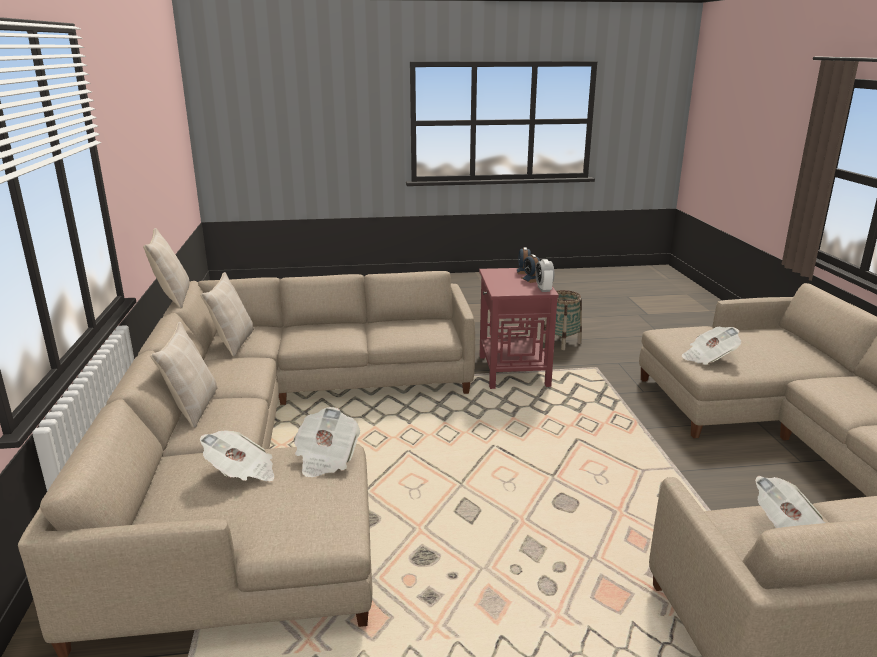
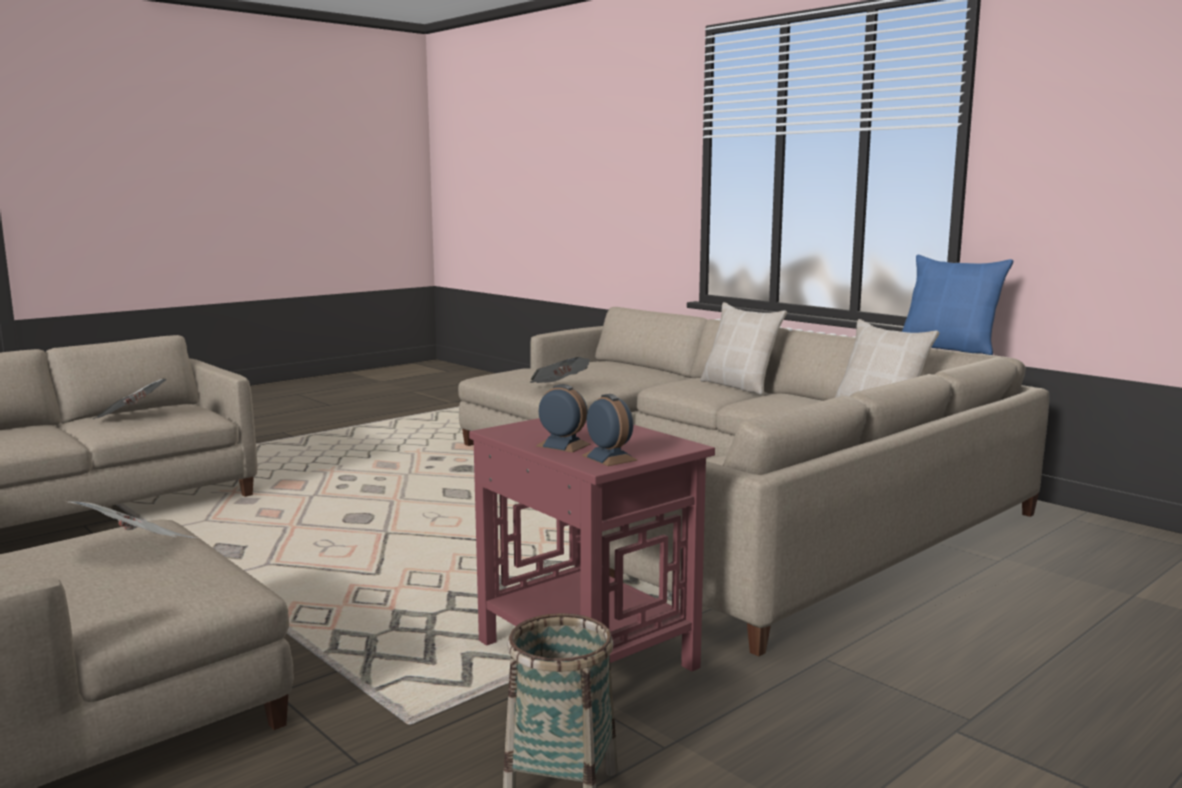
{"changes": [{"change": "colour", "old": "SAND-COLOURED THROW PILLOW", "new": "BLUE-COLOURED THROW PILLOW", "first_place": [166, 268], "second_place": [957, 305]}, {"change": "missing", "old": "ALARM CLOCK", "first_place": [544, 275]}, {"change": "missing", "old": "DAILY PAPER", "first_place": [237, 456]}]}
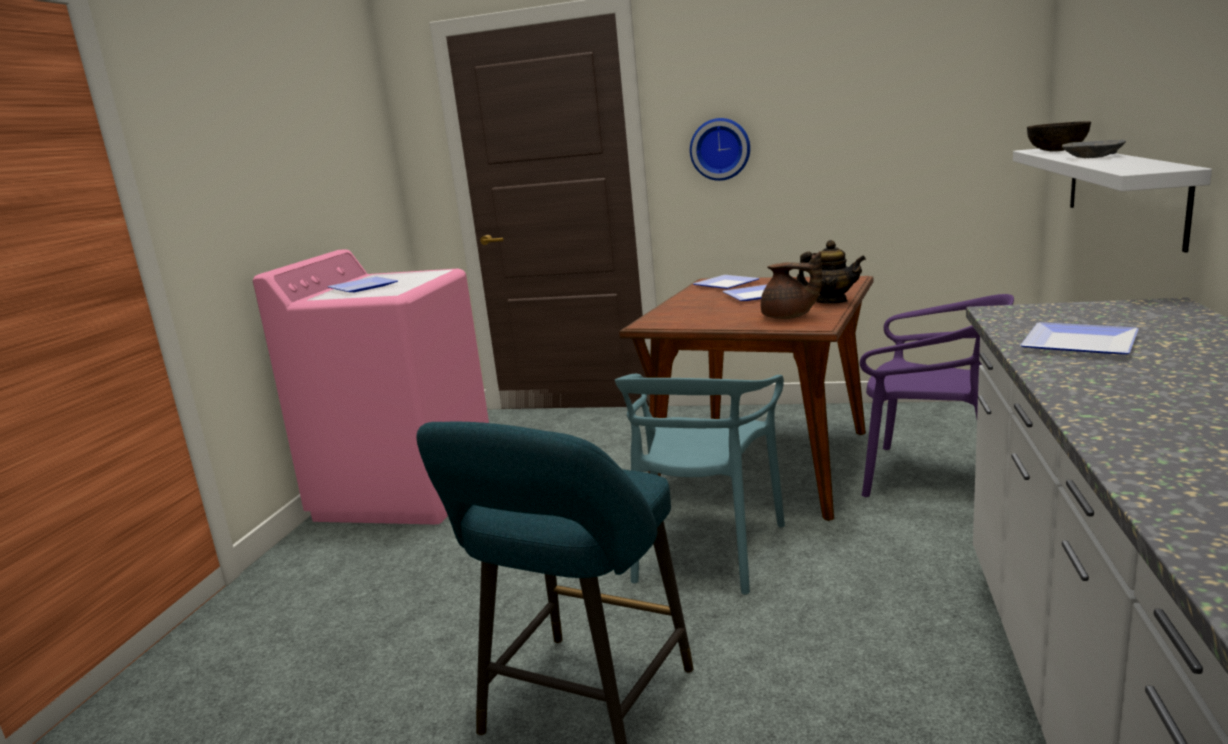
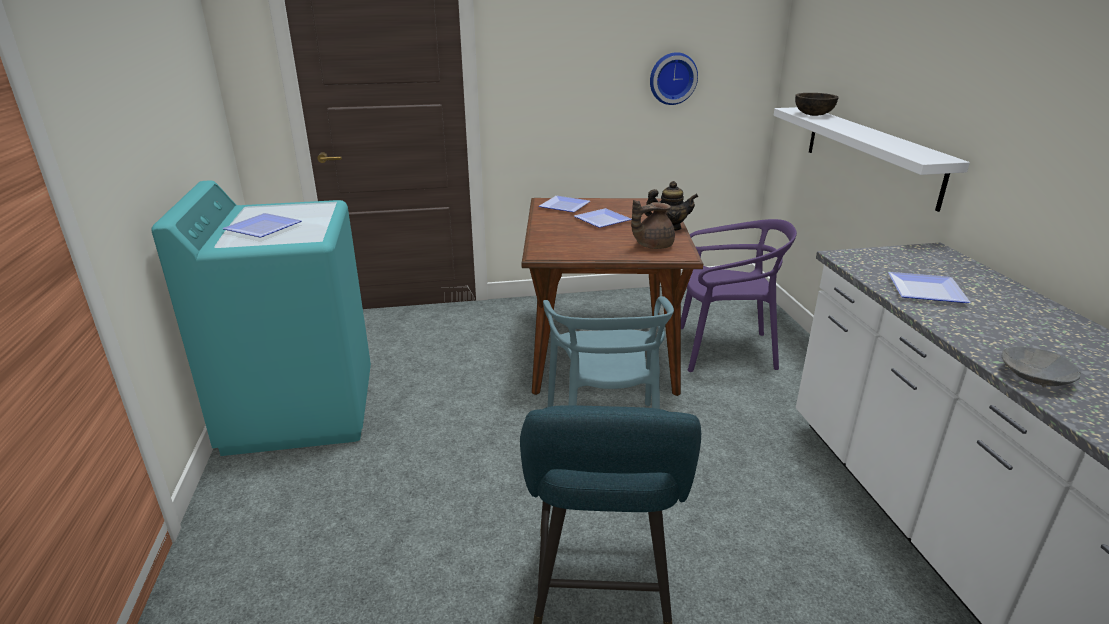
{"changes": [{"change": "relocated", "old": "HANGING CLOCK", "first_place": [720, 149], "second_place": [674, 78]}, {"change": "relocated", "old": "GREY BOWL", "first_place": [1094, 149], "second_place": [1041, 366]}, {"change": "colour", "old": "PINK LAUNDRY MACHINE", "new": "TURQUOISE-COLOURED LAUNDRY MACHINE", "first_place": [371, 386], "second_place": [261, 318]}, {"change": "spun", "old": "BROWNISH TEA POT", "first_place": [791, 285], "second_place": [653, 224], "degrees": 150}]}
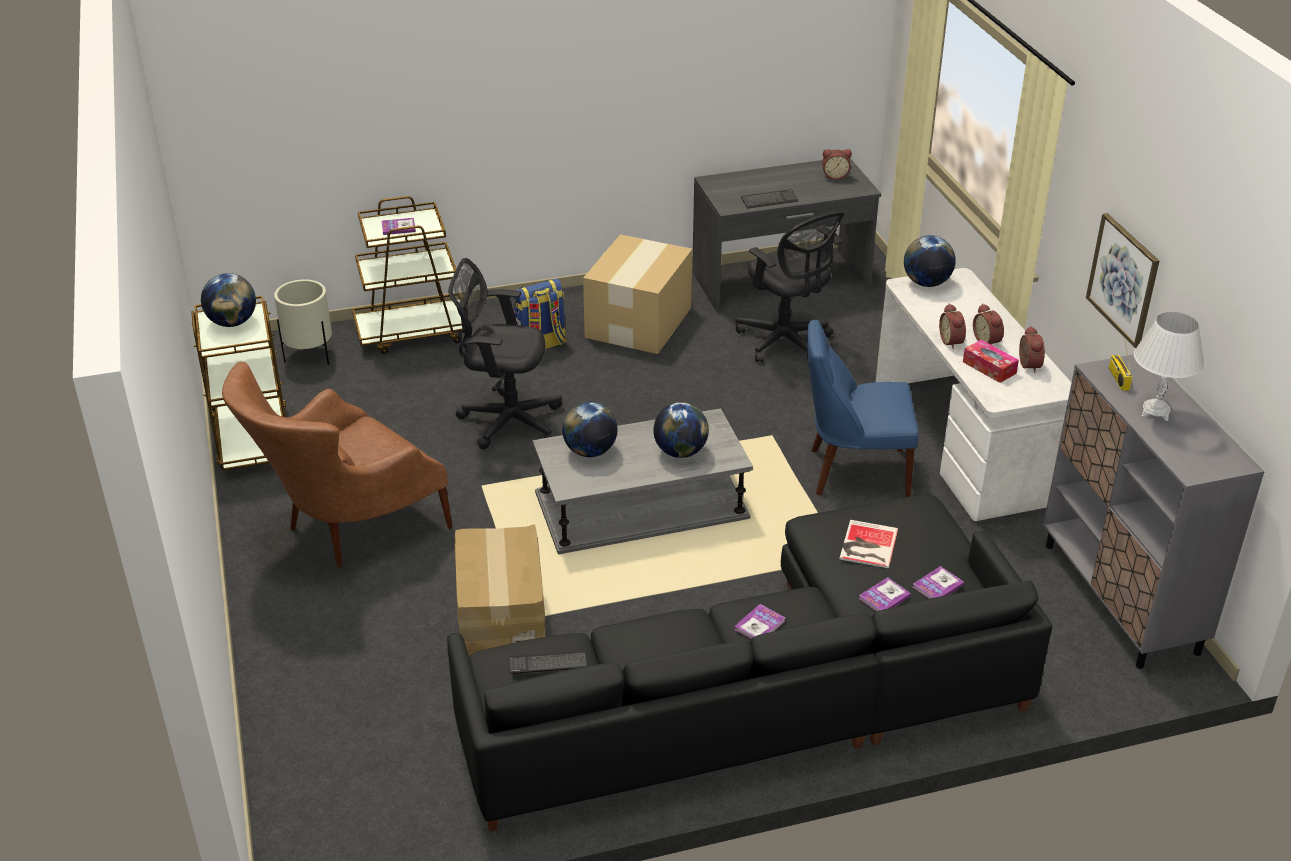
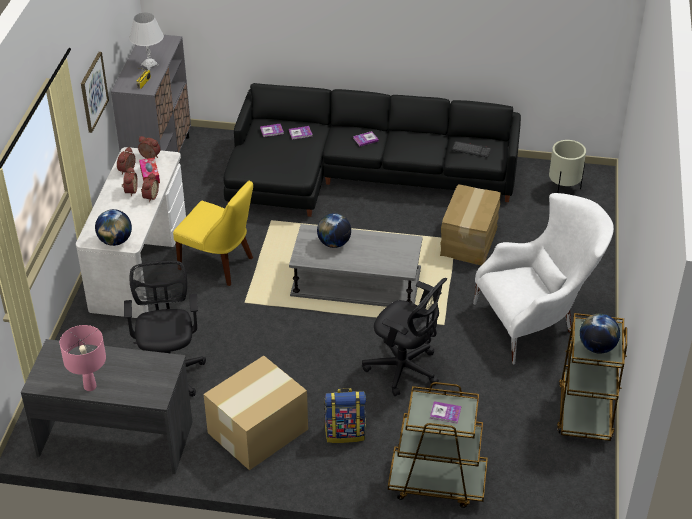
{"changes": [{"change": "relocated", "old": "ALARM CLOCK", "first_place": [837, 164], "second_place": [149, 147]}, {"change": "missing", "old": "KEYBOARD", "first_place": [769, 199]}, {"change": "relocated", "old": "SAND-COLOURED FLOWER POT", "first_place": [303, 322], "second_place": [567, 166]}, {"change": "colour", "old": "BLUE-COLOURED UPRIGHT CHAIR", "new": "YELLOW-COLOURED UPRIGHT CHAIR", "first_place": [863, 408], "second_place": [213, 233]}, {"change": "colour", "old": "BROWNISH EASY CHAIR", "new": "WHITISH EASY CHAIR", "first_place": [337, 464], "second_place": [543, 279]}, {"change": "missing", "old": "GLOBE", "first_place": [589, 429]}, {"change": "missing", "old": "VOLUME", "first_place": [869, 544]}, {"change": "appeared", "new": "PINK TABLETOP LAMP", "second_place": [83, 358]}]}
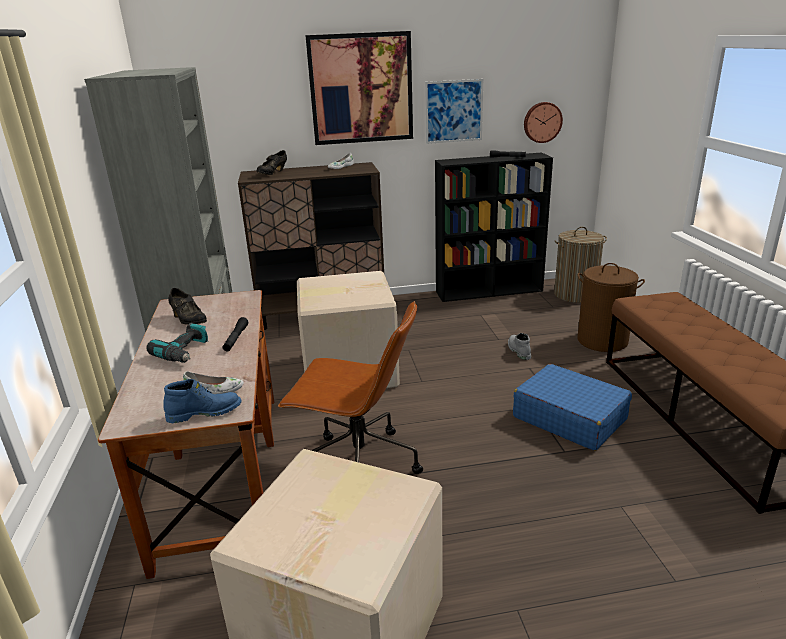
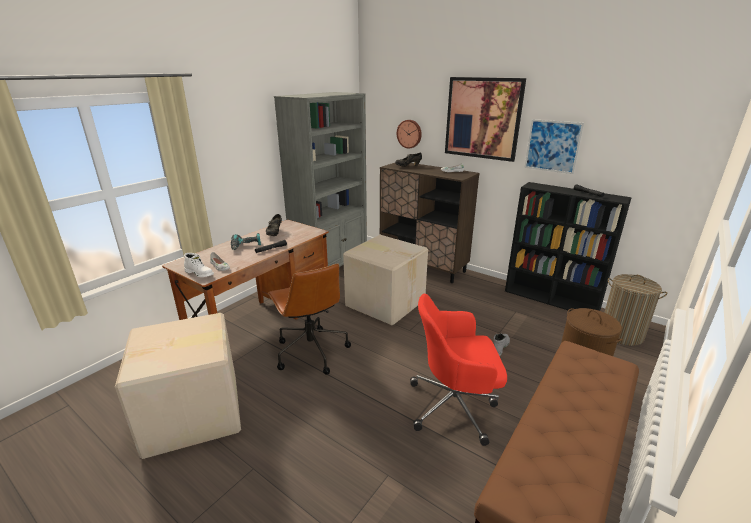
{"changes": [{"change": "relocated", "old": "HANGING CLOCK", "first_place": [543, 122], "second_place": [409, 134]}, {"change": "exchanged", "old": "BLUE-COLOURED TRAVEL CASE", "new": "RED COMPUTER CHAIR", "first_place": [572, 407], "second_place": [458, 370]}, {"change": "colour", "old": "BLUE-COLOURED BOOT", "new": "WHITISH BOOT", "first_place": [202, 401], "second_place": [199, 265]}]}
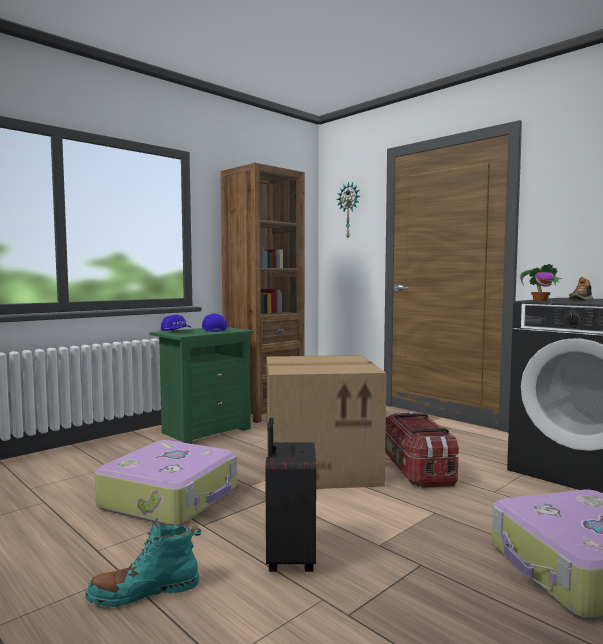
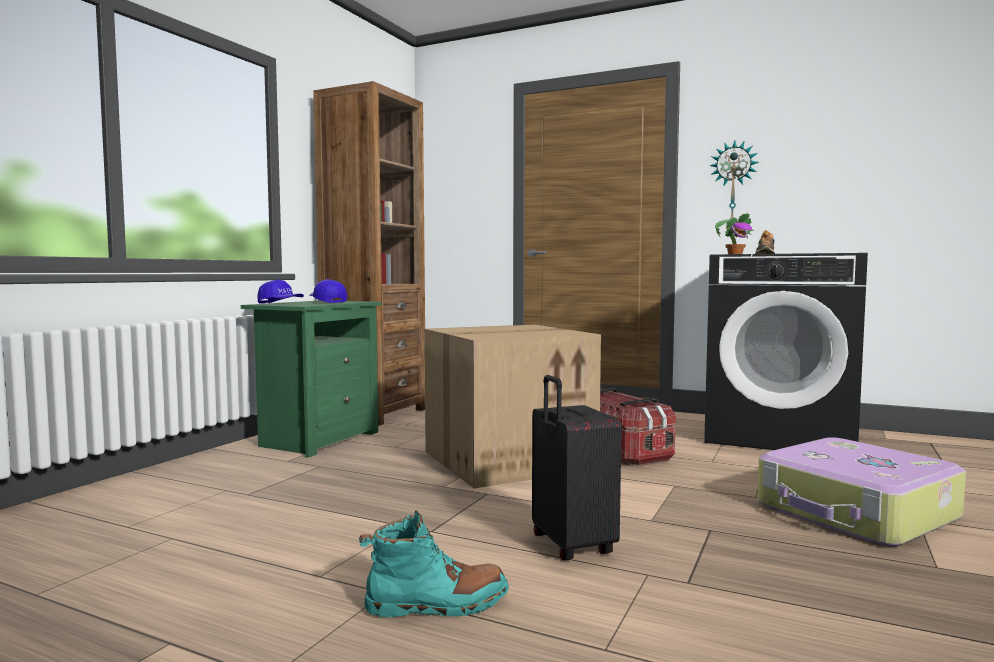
{"changes": [{"change": "relocated", "old": "HANGING CLOCK", "first_place": [348, 210], "second_place": [734, 179]}, {"change": "missing", "old": "TRAVEL CASE", "first_place": [166, 482]}, {"change": "spun", "old": "TURQUOISE-COLOURED BOOT", "first_place": [143, 562], "second_place": [434, 564], "degrees": -150}]}
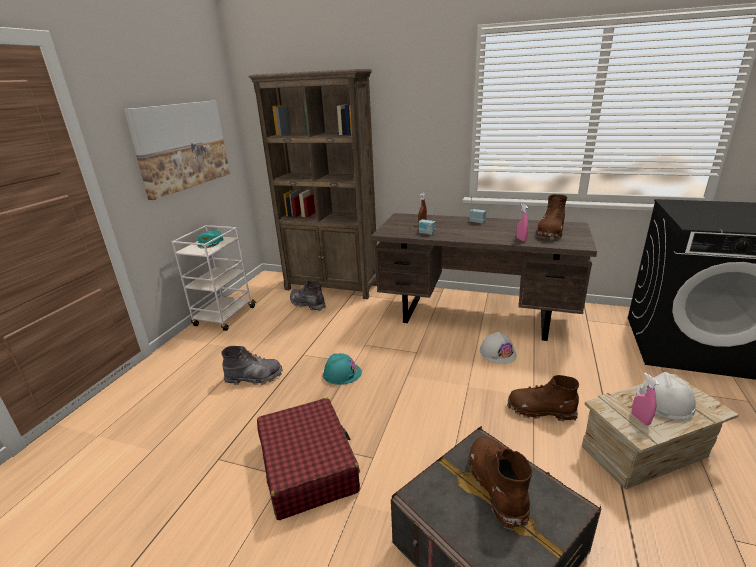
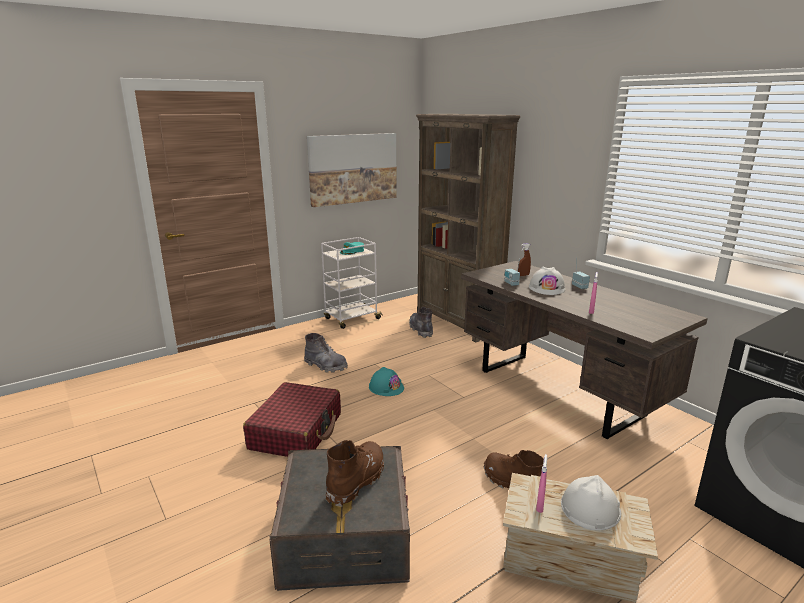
{"changes": [{"change": "missing", "old": "BROWNISH BOOT", "first_place": [551, 217]}, {"change": "relocated", "old": "WHITISH HARD HAT", "first_place": [498, 348], "second_place": [547, 281]}]}
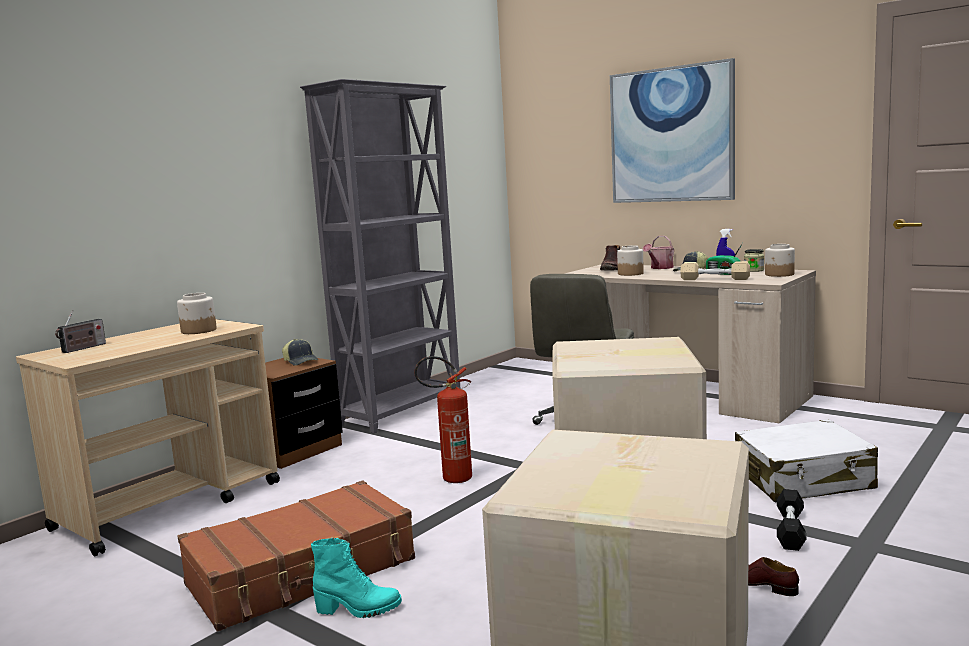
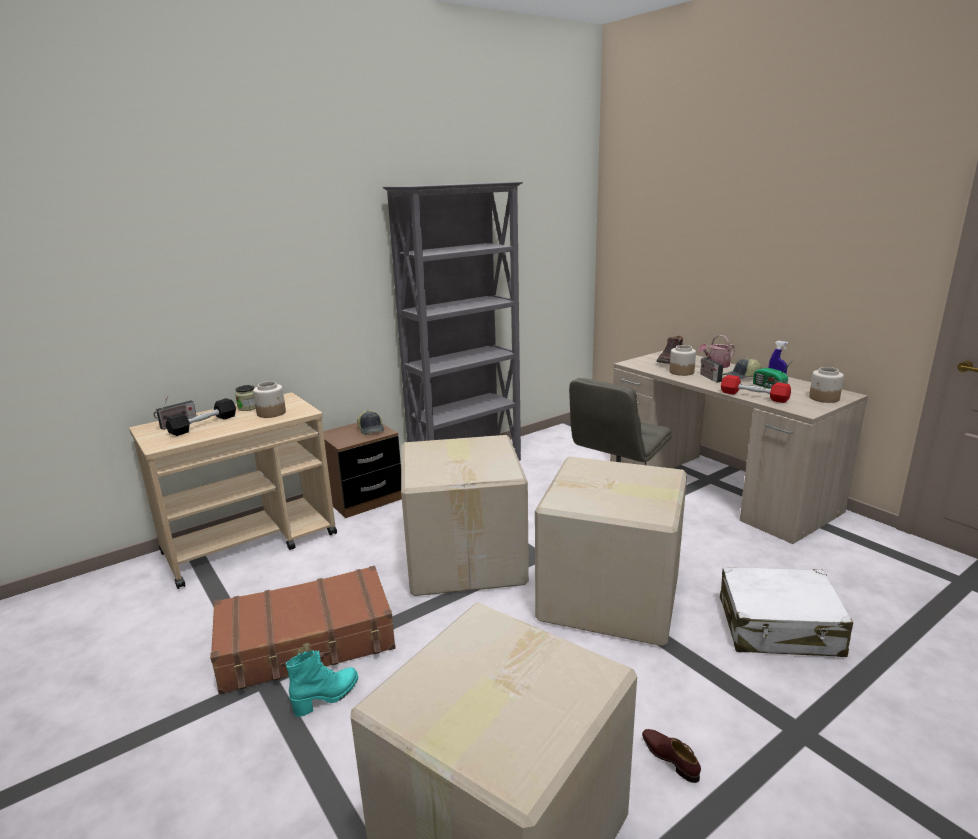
{"changes": [{"change": "missing", "old": "WALL ART", "first_place": [672, 130]}, {"change": "relocated", "old": "JAR", "first_place": [754, 260], "second_place": [245, 398]}, {"change": "colour", "old": "SAND-COLOURED HAND WEIGHT", "new": "RED HAND WEIGHT", "first_place": [715, 270], "second_place": [756, 389]}, {"change": "exchanged", "old": "FIRE EXTINGUISHER", "new": "CARTON", "first_place": [443, 419], "second_place": [465, 515]}, {"change": "relocated", "old": "BLACKISH HAND WEIGHT", "first_place": [792, 520], "second_place": [201, 417]}, {"change": "spun", "old": "TURQUOISE-COLOURED BOOT", "first_place": [356, 578], "second_place": [321, 683], "degrees": -60}, {"change": "appeared", "new": "RADIO", "second_place": [711, 366]}]}
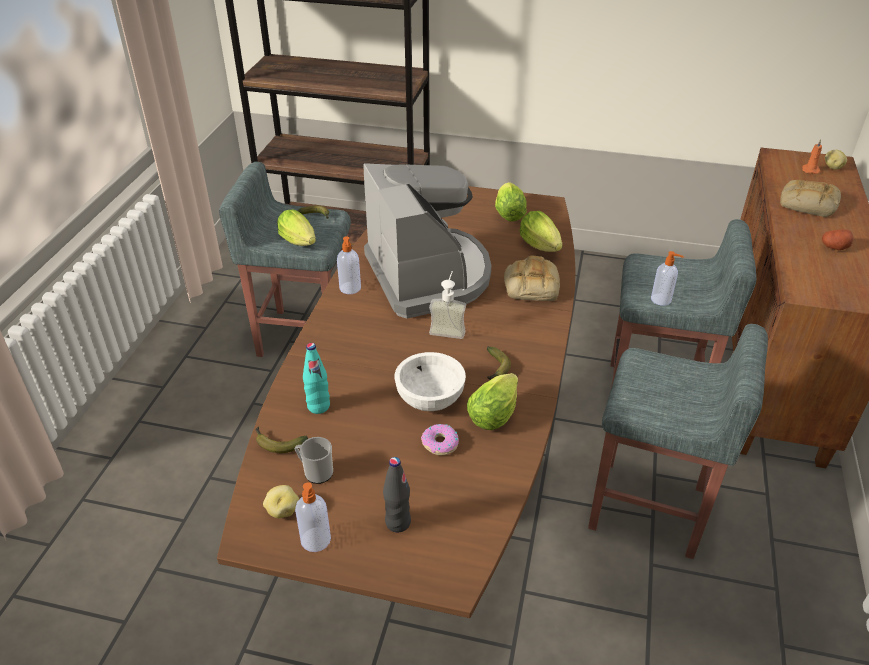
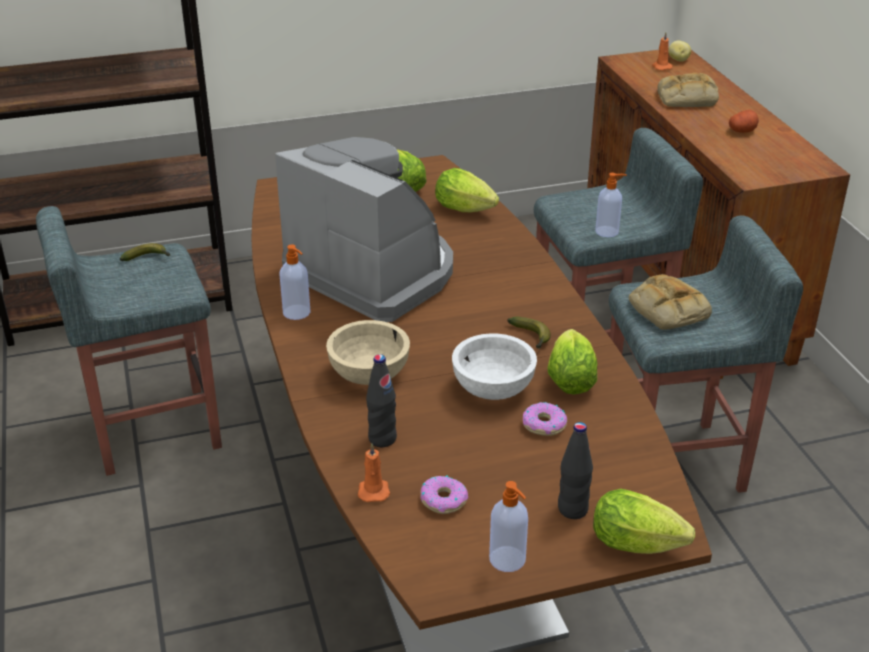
{"changes": [{"change": "relocated", "old": "LETTUCE HEAD", "first_place": [296, 227], "second_place": [644, 521]}, {"change": "relocated", "old": "BAKERY BREAD", "first_place": [532, 278], "second_place": [670, 302]}, {"change": "missing", "old": "SOAP BOTTLE", "first_place": [447, 305]}, {"change": "colour", "old": "TURQUOISE-COLOURED BEVERAGE BOTTLE", "new": "BLACKISH BEVERAGE BOTTLE", "first_place": [316, 378], "second_place": [381, 400]}, {"change": "exchanged", "old": "BANANA", "new": "ORANGEY CANDLE", "first_place": [281, 440], "second_place": [374, 472]}, {"change": "exchanged", "old": "TEA MUG", "new": "DOUGHNUT", "first_place": [314, 460], "second_place": [444, 494]}, {"change": "missing", "old": "WHOLE POTATO", "first_place": [281, 501]}, {"change": "appeared", "new": "SAND-COLOURED BOWL", "second_place": [368, 352]}]}
